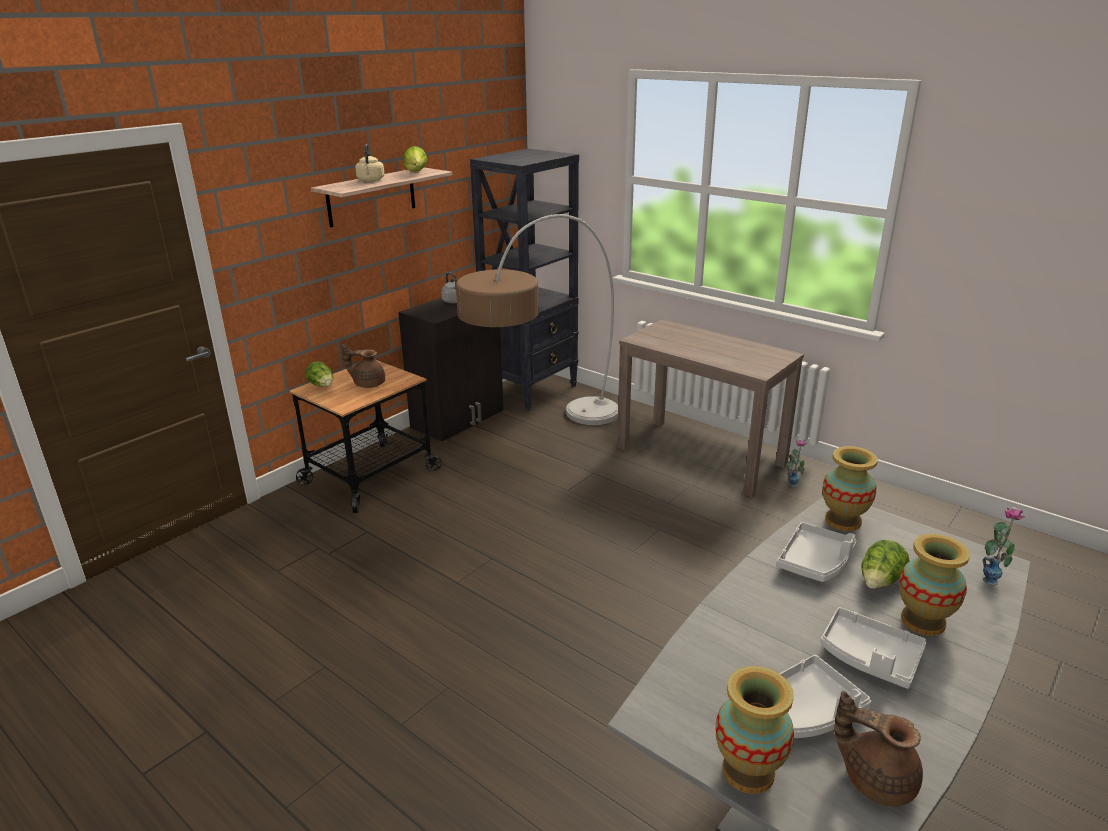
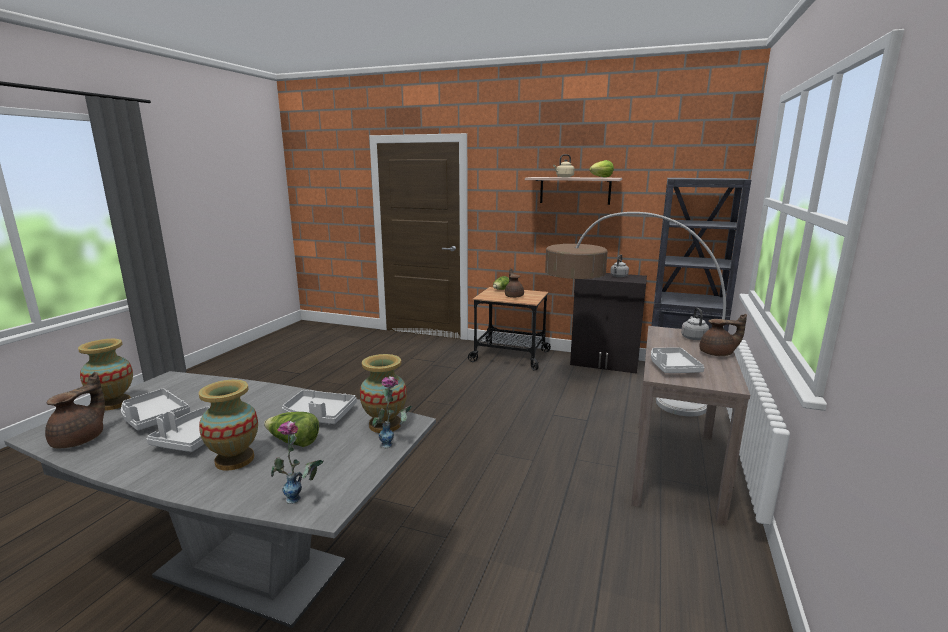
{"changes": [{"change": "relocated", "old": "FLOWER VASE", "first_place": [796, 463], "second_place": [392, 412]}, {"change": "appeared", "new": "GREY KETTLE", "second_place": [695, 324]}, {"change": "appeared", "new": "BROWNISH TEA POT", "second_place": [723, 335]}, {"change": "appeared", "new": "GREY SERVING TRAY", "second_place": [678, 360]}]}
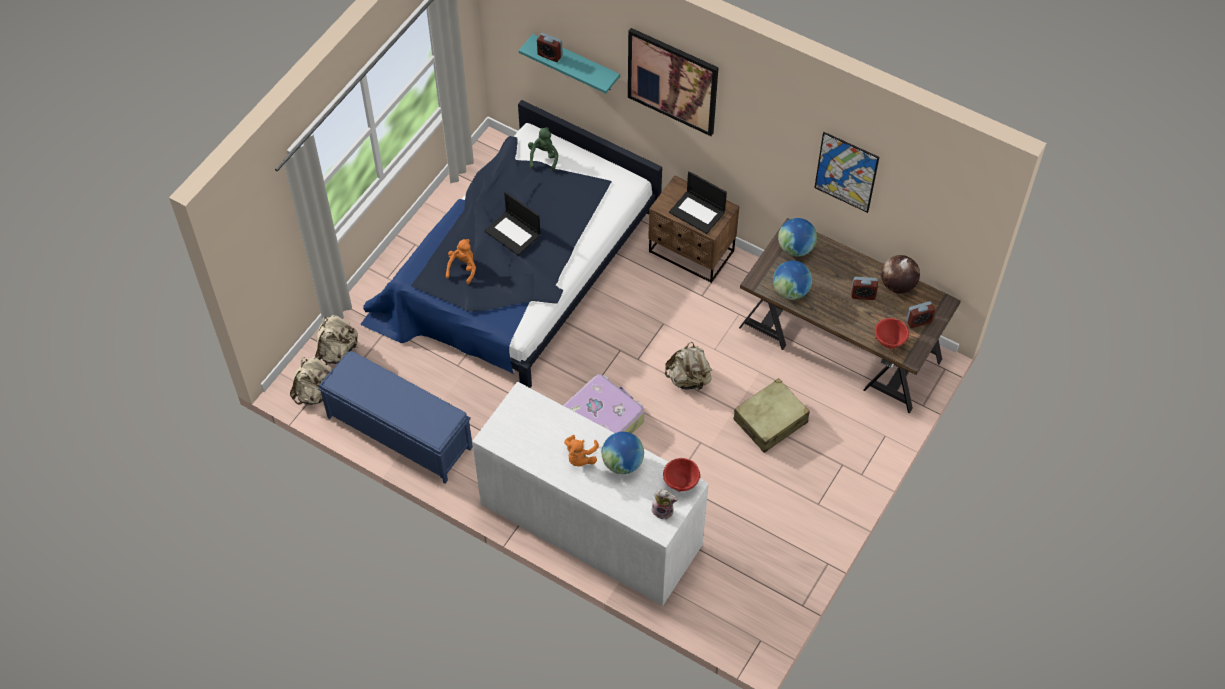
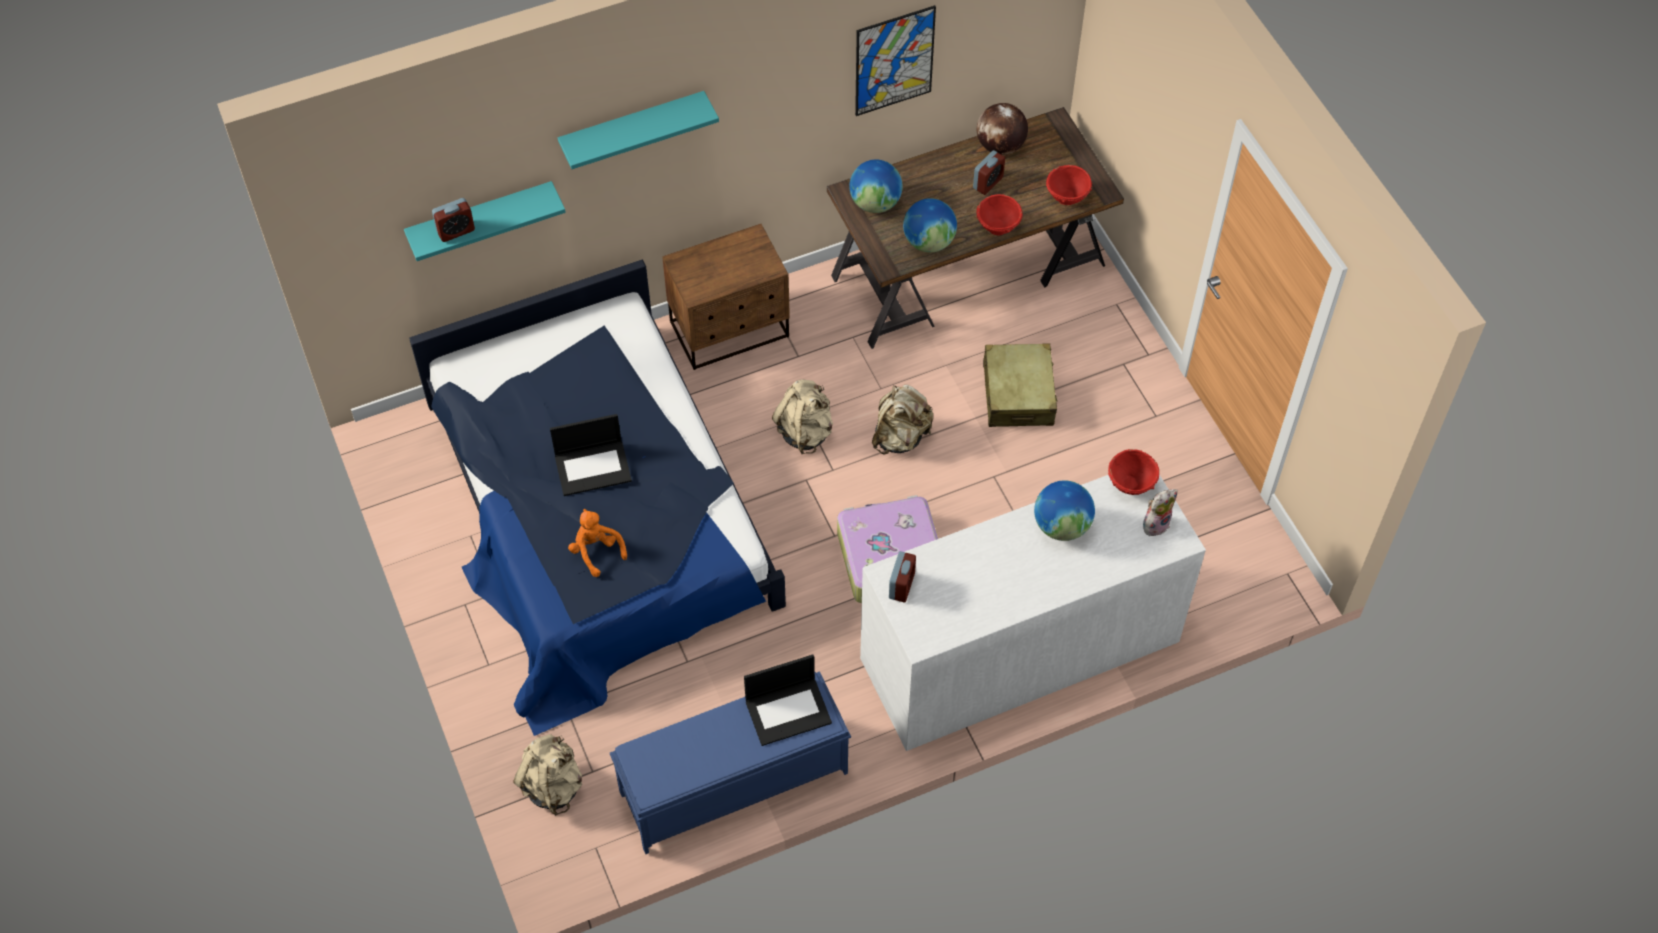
{"changes": [{"change": "exchanged", "old": "WALL ART", "new": "TURQUOISE-COLOURED BRACKET SHELF", "first_place": [673, 82], "second_place": [638, 130]}, {"change": "missing", "old": "GREEN-COLOURED CUDDLY TOY", "first_place": [543, 149]}, {"change": "relocated", "old": "LAPTOP", "first_place": [698, 202], "second_place": [788, 700]}, {"change": "relocated", "old": "ALARM CLOCK", "first_place": [920, 314], "second_place": [902, 576]}, {"change": "relocated", "old": "SAND-COLOURED RUCKSACK", "first_place": [311, 381], "second_place": [802, 416]}, {"change": "missing", "old": "ORANGEY CUDDLY TOY", "first_place": [581, 450]}, {"change": "appeared", "new": "RED BOWL", "second_place": [999, 215]}]}
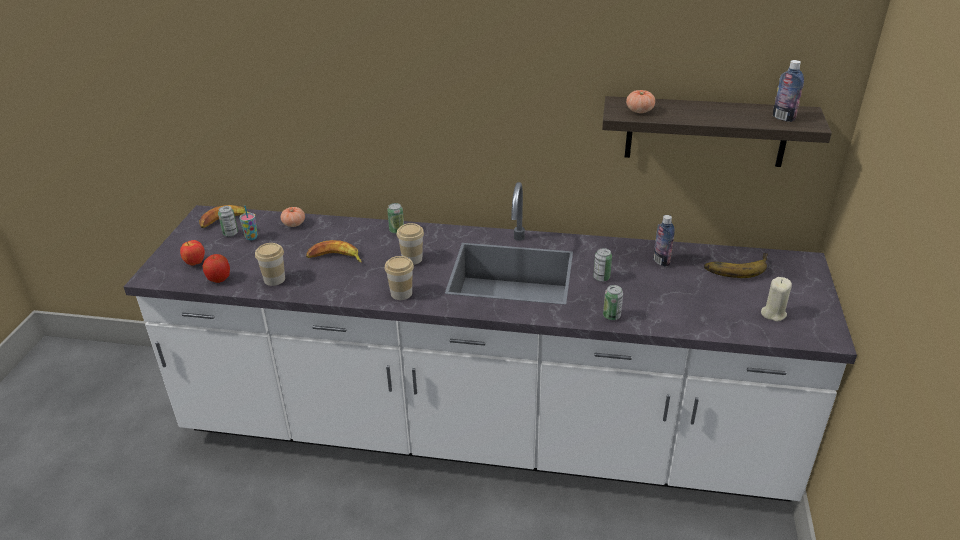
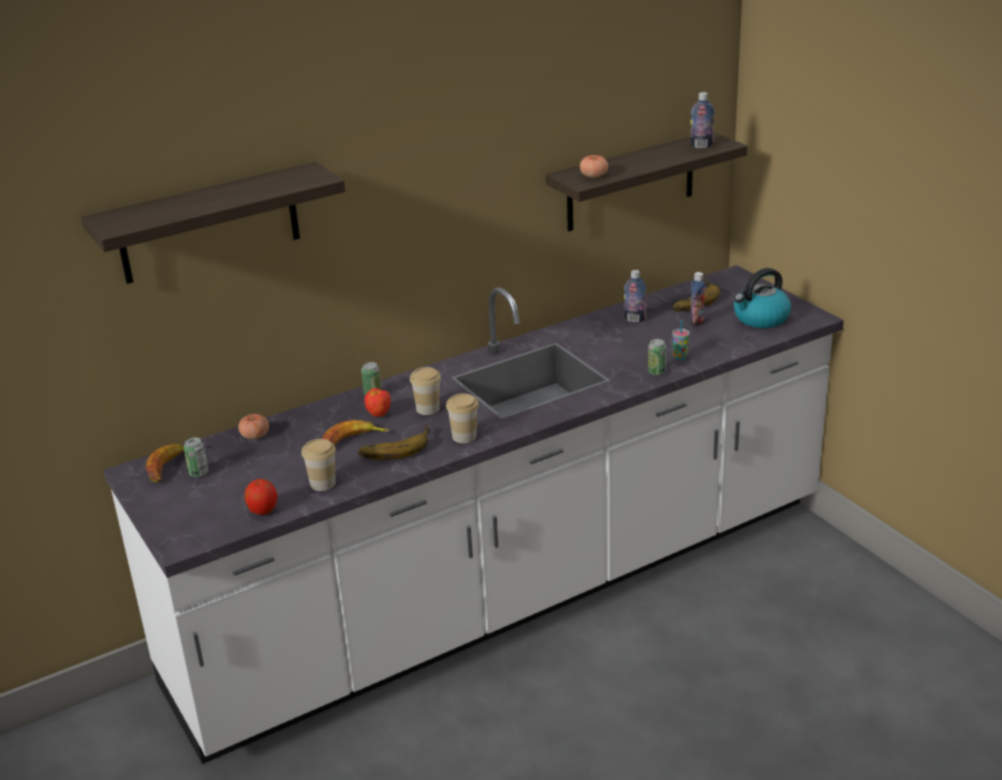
{"changes": [{"change": "relocated", "old": "SMALL CUP", "first_place": [249, 223], "second_place": [681, 340]}, {"change": "relocated", "old": "APPLE", "first_place": [192, 252], "second_place": [378, 402]}, {"change": "missing", "old": "CAN", "first_place": [602, 265]}, {"change": "exchanged", "old": "SAND-COLOURED CANDLE", "new": "KETTLE", "first_place": [776, 299], "second_place": [762, 298]}, {"change": "appeared", "new": "BRACKET SHELF", "second_place": [213, 223]}, {"change": "appeared", "new": "BEVERAGE BOTTLE", "second_place": [698, 299]}, {"change": "appeared", "new": "BANANA", "second_place": [394, 442]}]}
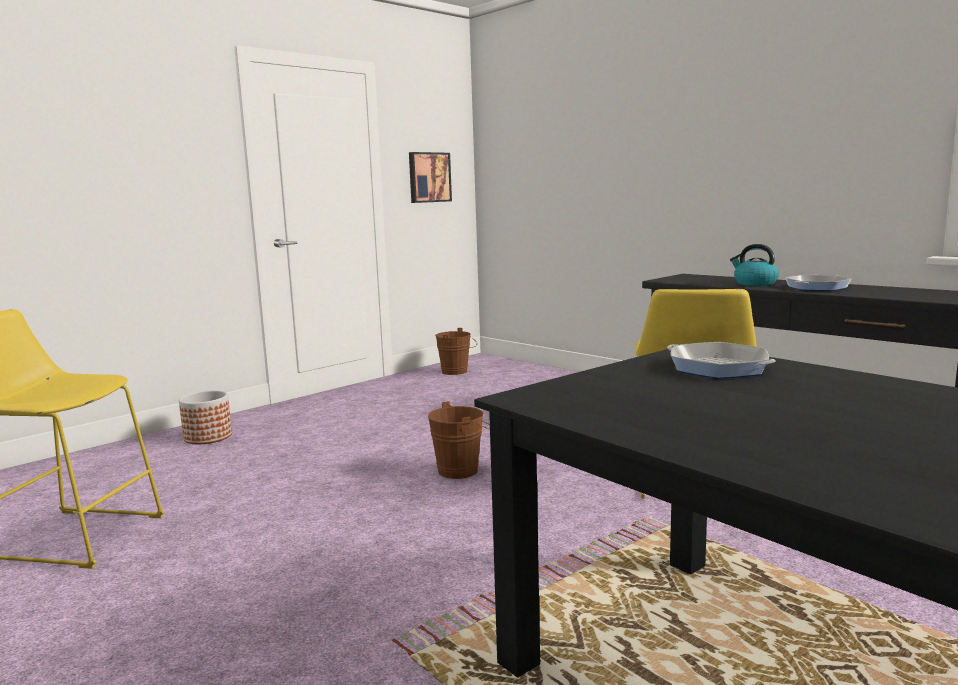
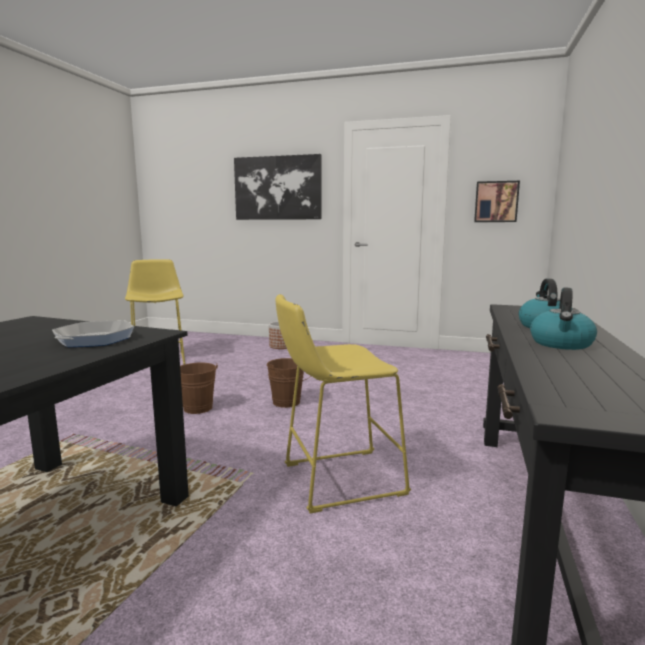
{"changes": [{"change": "exchanged", "old": "FRYING PAN", "new": "KETTLE", "first_place": [818, 283], "second_place": [563, 318]}, {"change": "relocated", "old": "BROWNISH BUCKET", "first_place": [456, 351], "second_place": [199, 388]}, {"change": "appeared", "new": "WALL ART", "second_place": [277, 187]}]}
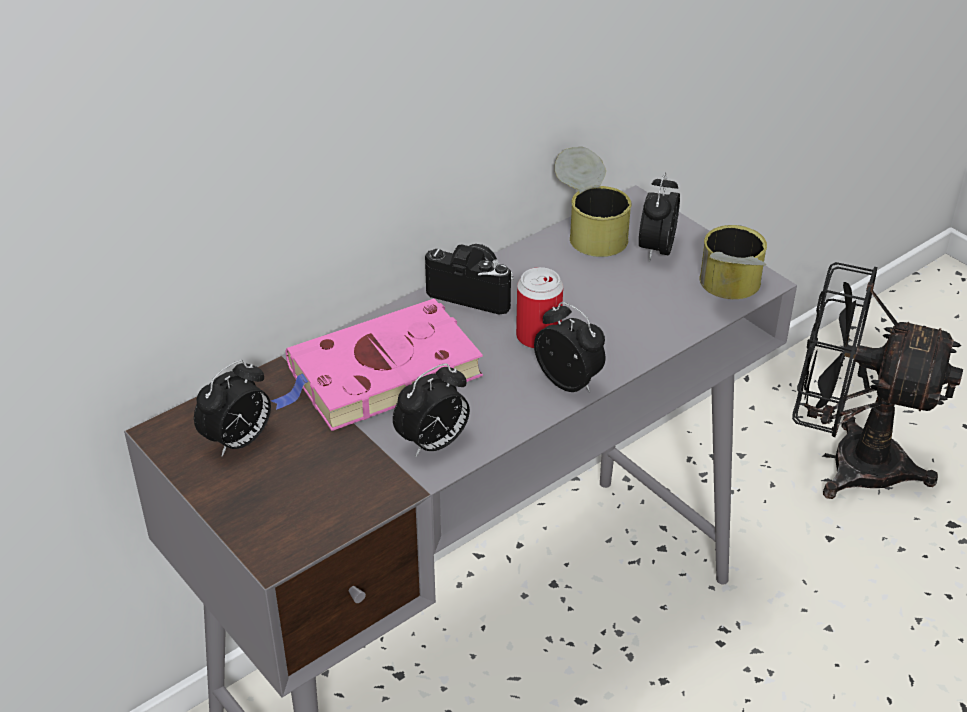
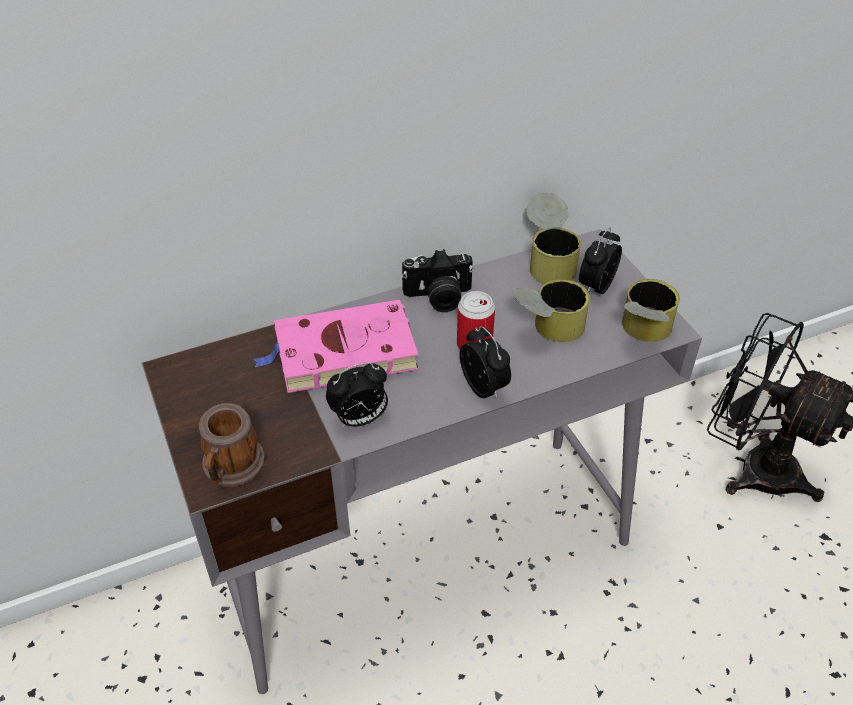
{"changes": [{"change": "spun", "old": "PHOTO CAMERA", "first_place": [469, 279], "second_place": [438, 280], "degrees": 135}, {"change": "missing", "old": "ALARM CLOCK", "first_place": [232, 408]}, {"change": "appeared", "new": "CAN", "second_place": [551, 310]}, {"change": "appeared", "new": "TEA MUG", "second_place": [232, 445]}]}
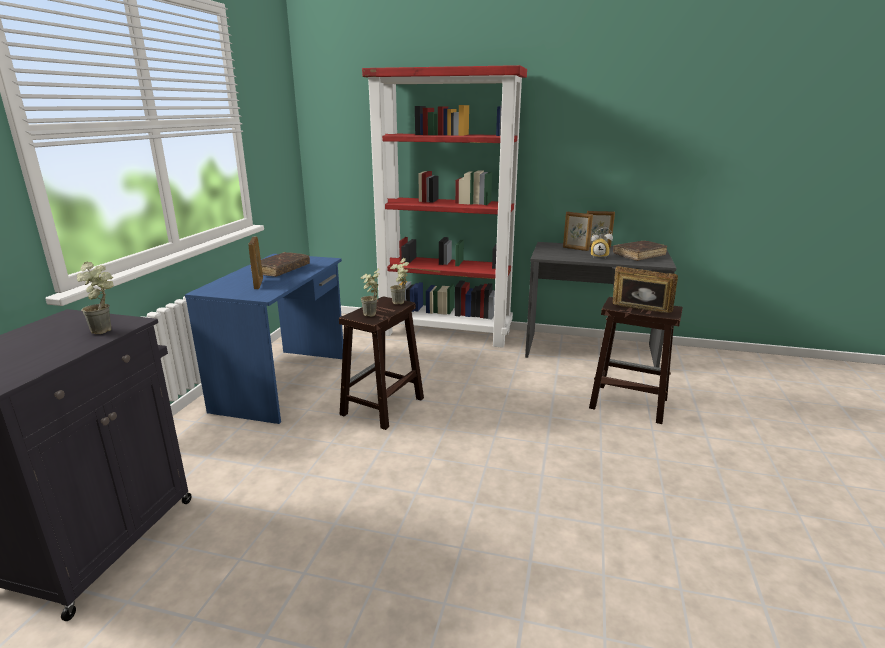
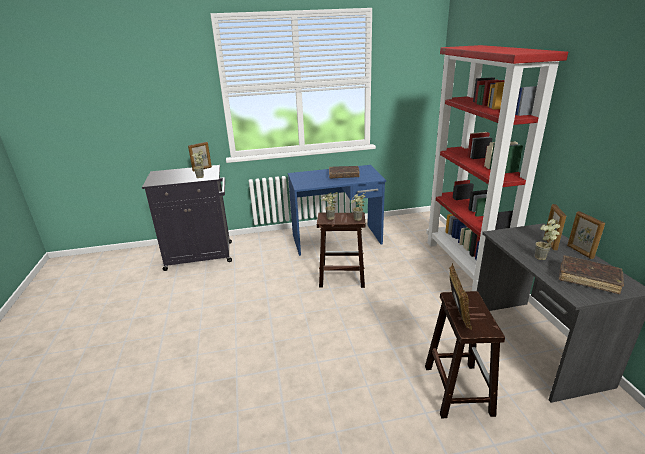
{"changes": [{"change": "exchanged", "old": "ALARM CLOCK", "new": "HOUSEPLANT", "first_place": [602, 242], "second_place": [547, 239]}, {"change": "relocated", "old": "PHOTO FRAME", "first_place": [255, 263], "second_place": [200, 157]}]}
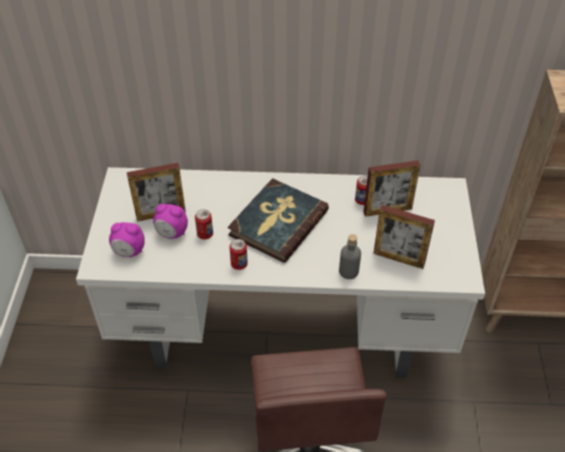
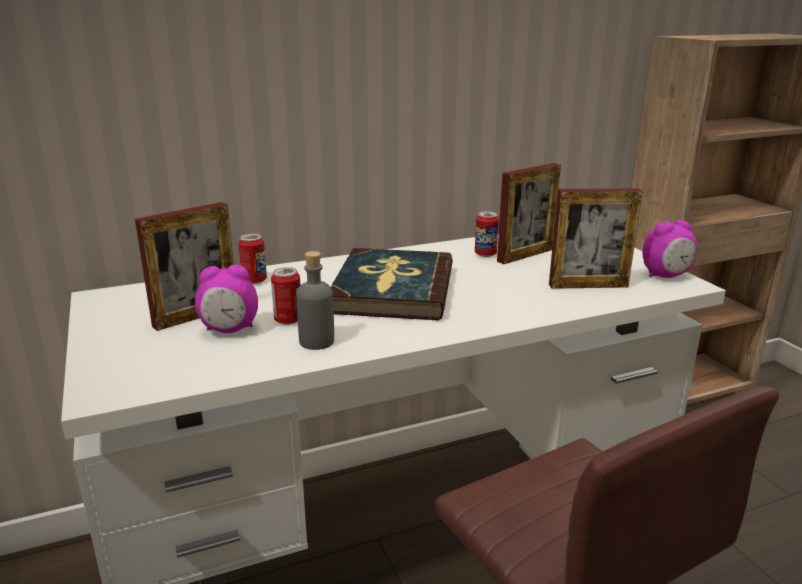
{"changes": [{"change": "relocated", "old": "ALARM CLOCK", "first_place": [127, 239], "second_place": [670, 249]}, {"change": "relocated", "old": "GREY BEVERAGE BOTTLE", "first_place": [350, 256], "second_place": [315, 300]}, {"change": "relocated", "old": "CAN", "first_place": [238, 254], "second_place": [252, 259]}]}
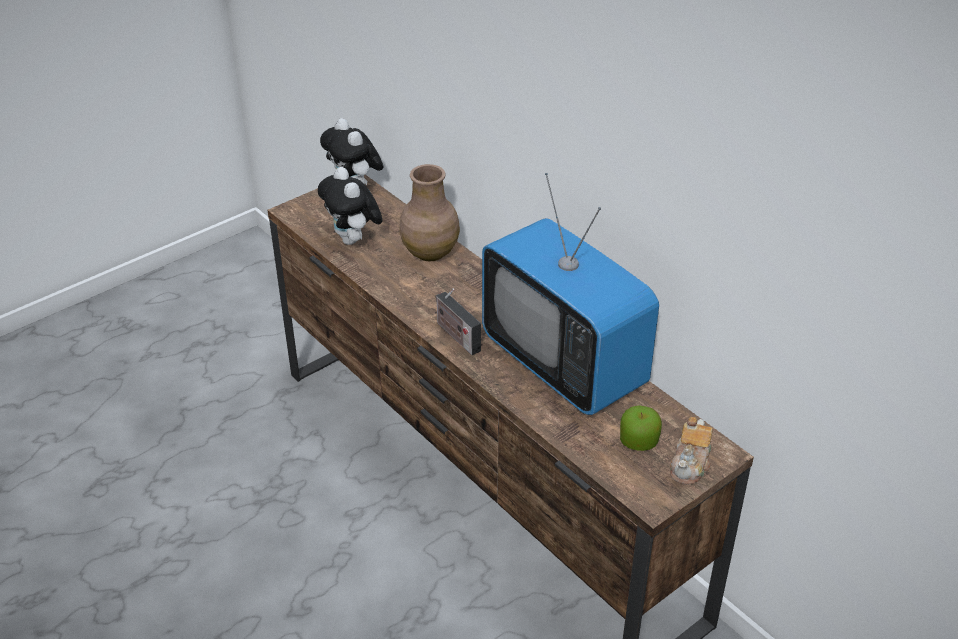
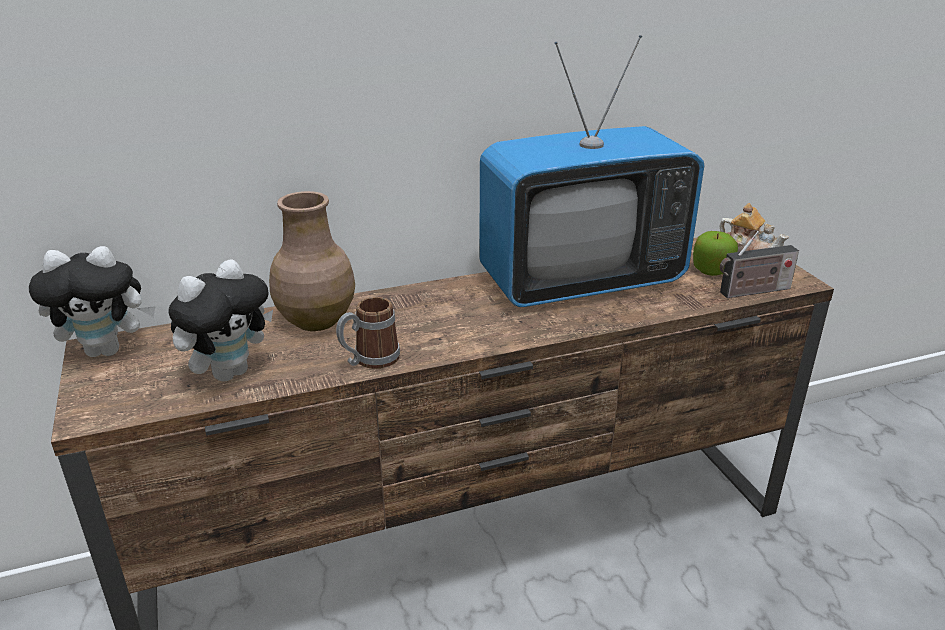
{"changes": [{"change": "spun", "old": "CUDDLY TOY", "first_place": [350, 206], "second_place": [220, 320], "degrees": -45}, {"change": "relocated", "old": "RADIO", "first_place": [458, 321], "second_place": [759, 264]}, {"change": "appeared", "new": "TEA MUG", "second_place": [368, 333]}]}
